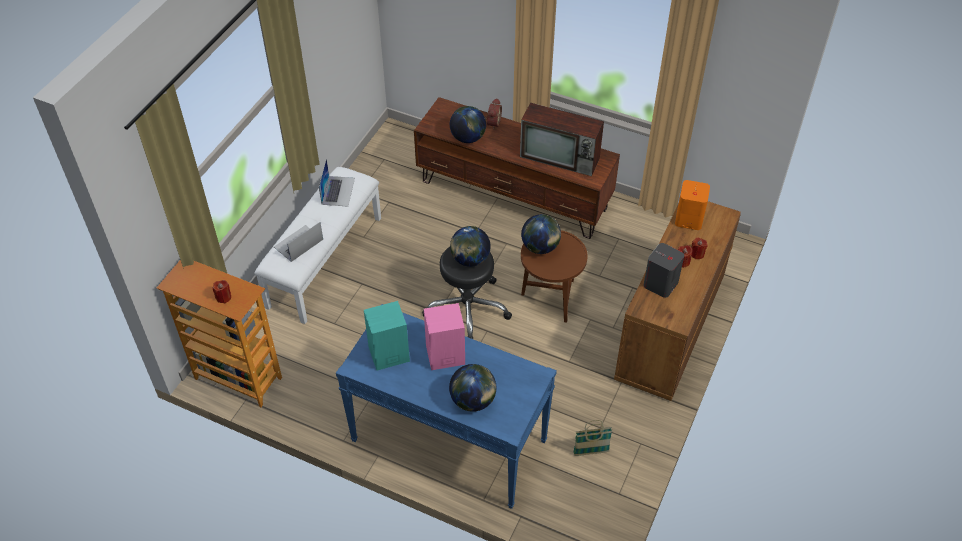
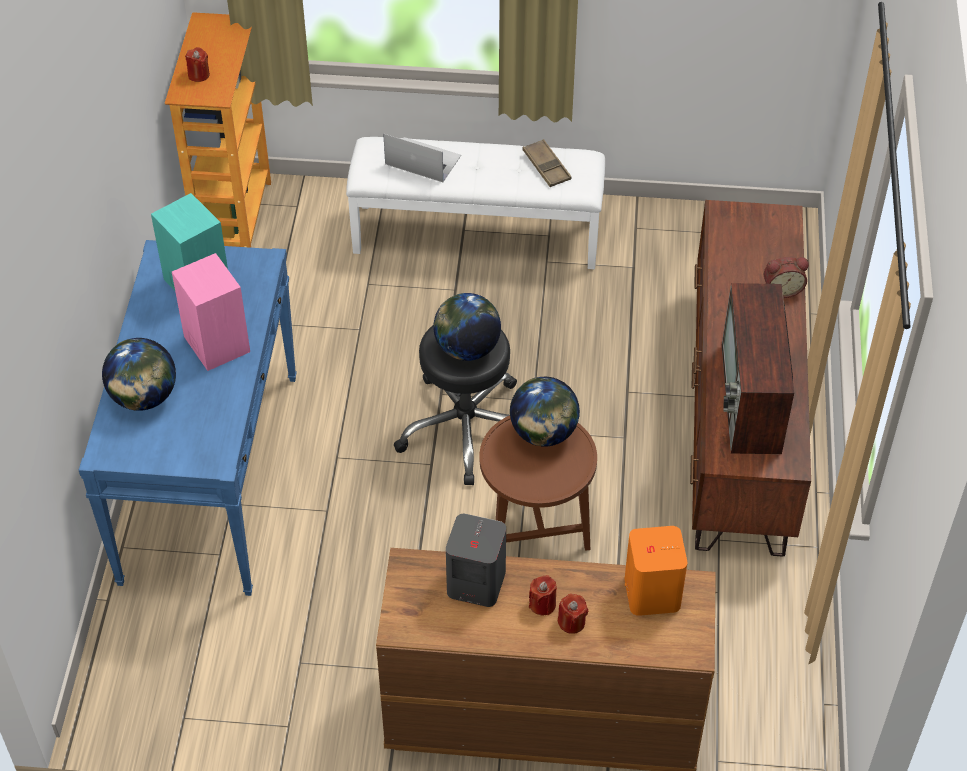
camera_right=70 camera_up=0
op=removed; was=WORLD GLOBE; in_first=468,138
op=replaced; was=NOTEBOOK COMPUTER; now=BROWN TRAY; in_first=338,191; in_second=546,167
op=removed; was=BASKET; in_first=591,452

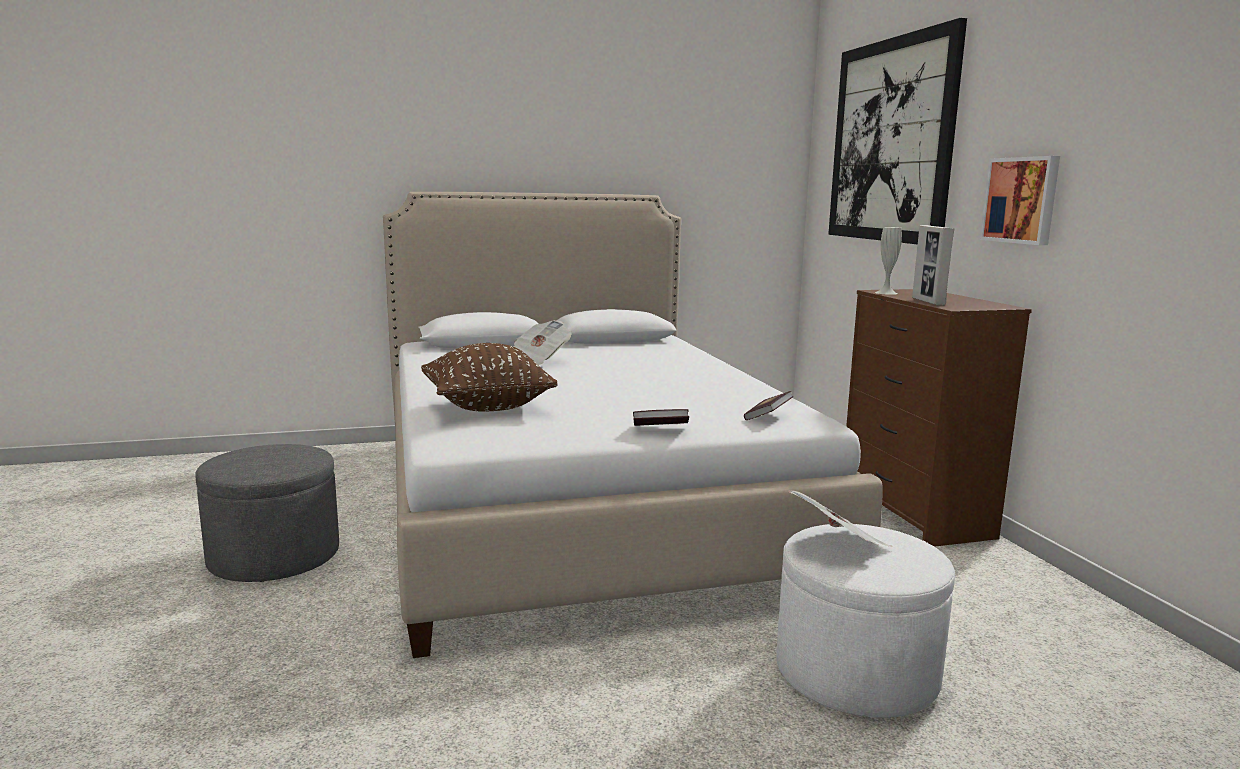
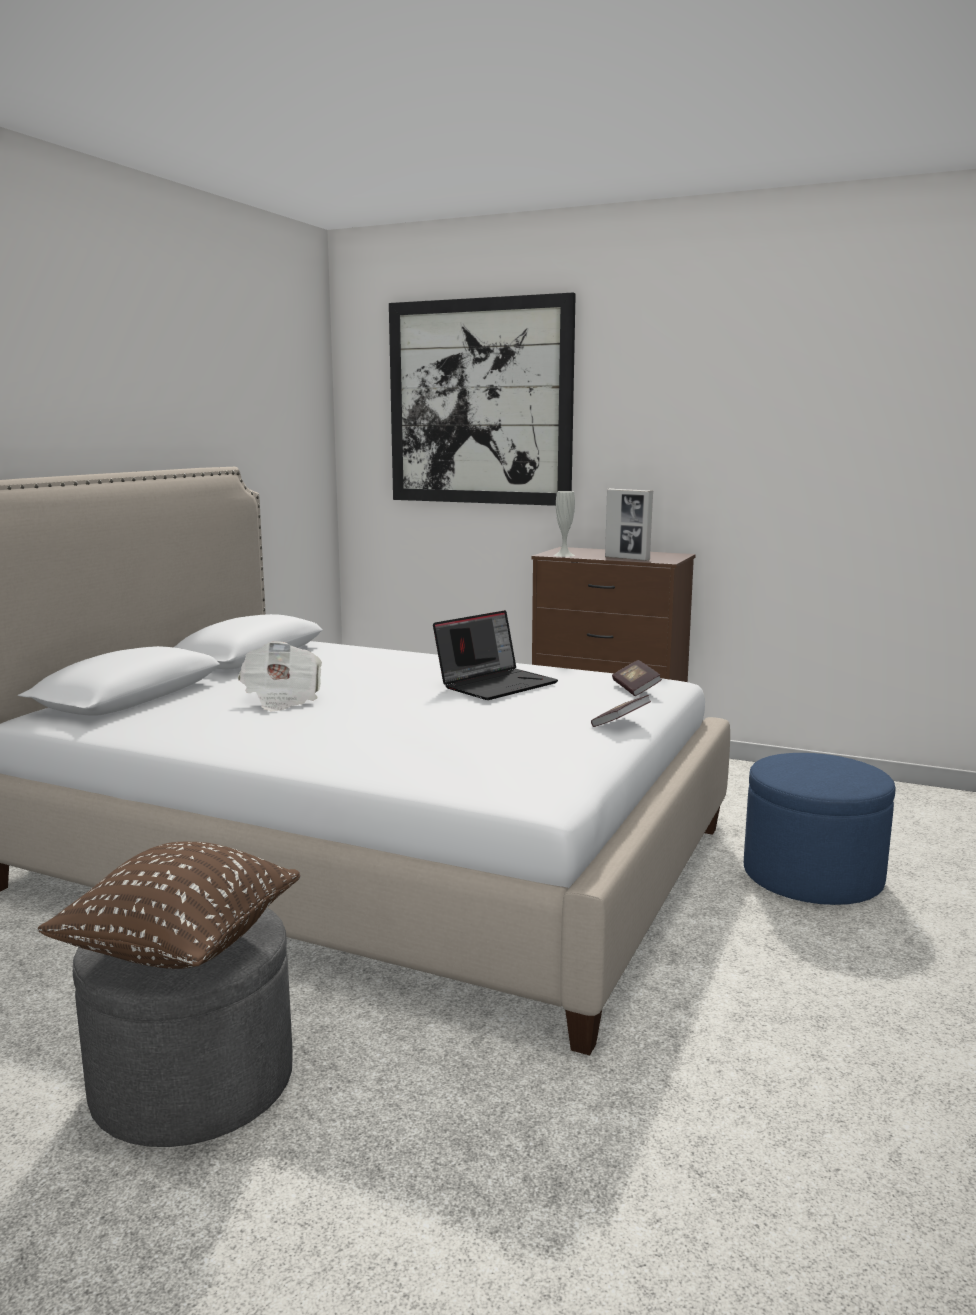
camera_right=-50 camera_up=0
op=removed; was=WALL ART; in_first=1021,200
op=moved; was=BROWN THROW PILLOW; in_first=487,406; in_second=180,948
op=removed; was=DAILY PAPER; in_first=837,545
op=recoloured; was=WHITE POUFFE; now=BLUE-COLOURED POUFFE; in_first=856,673; in_second=812,877
op=added; now=NOTEBOOK COMPUTER; in_second=496,684

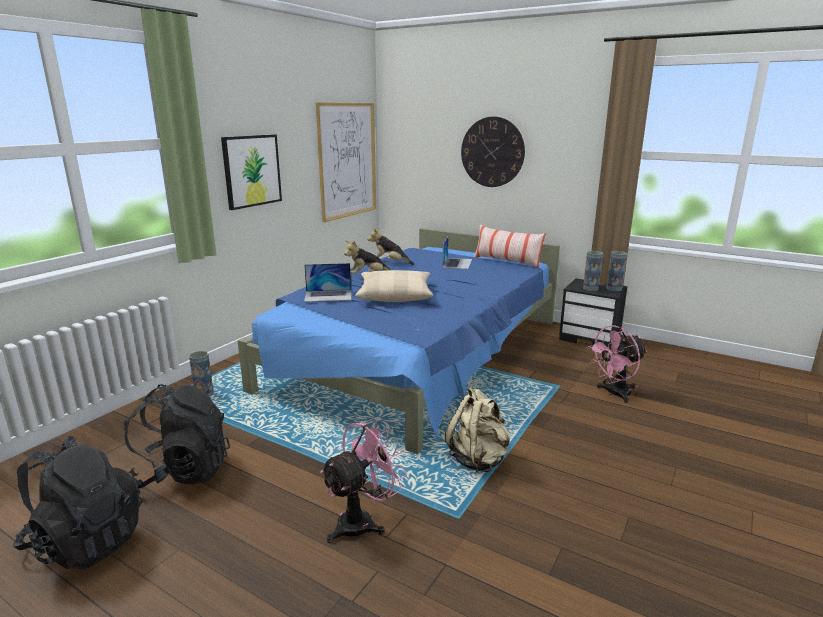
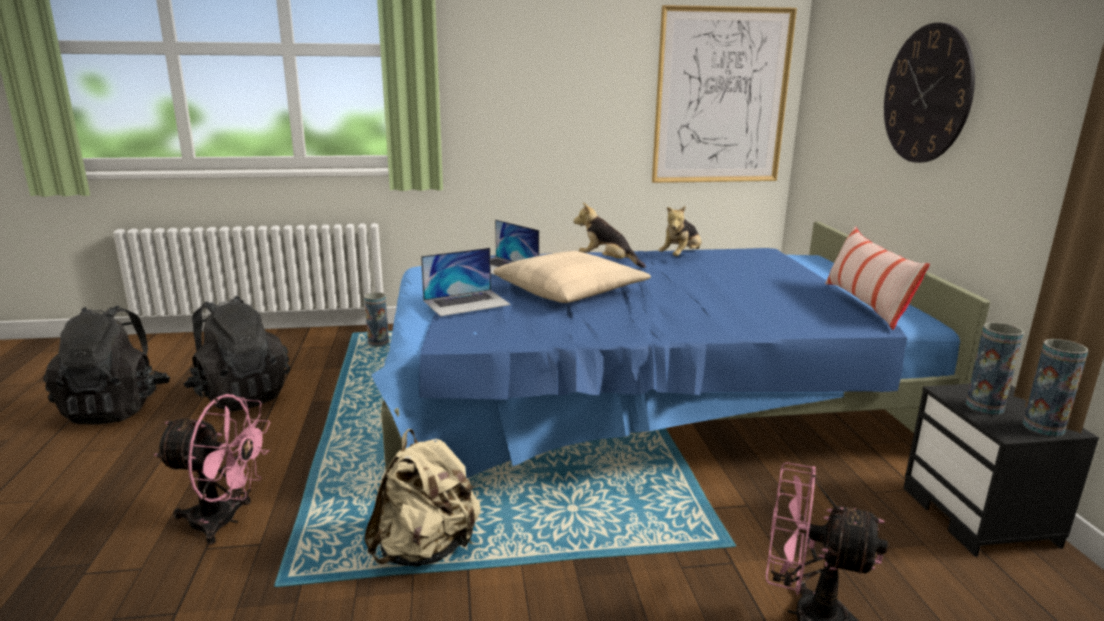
camera_right=50 camera_up=0
op=removed; was=WALL ART; in_first=252,171
op=turned; was=SOFT TOY; in_first=390,263; in_second=681,256; clockwise=-120
op=moved; was=NOTEBOOK COMPUTER; in_first=457,263; in_second=467,302

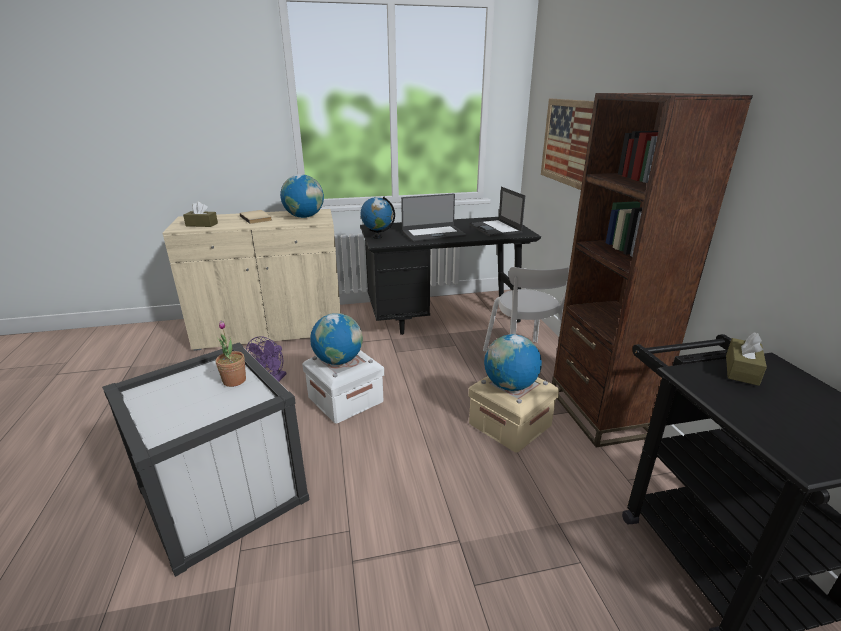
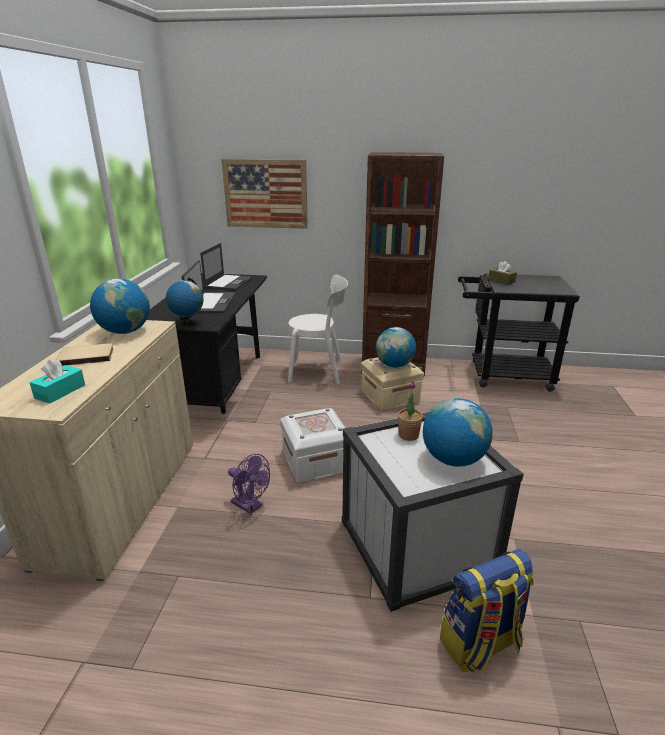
camera_right=-70 camera_up=0
op=turned; was=NOTEBOOK COMPUTER; in_first=495,229; in_second=229,283; clockwise=-75
op=recoloured; was=BROWN TISSUE BOX; now=TURQUOISE-COLOURED TISSUE BOX; in_first=202,224; in_second=60,391
op=moved; was=WORLD GLOBE; in_first=338,360; in_second=453,459
op=added; now=BACKPACK; in_second=480,644

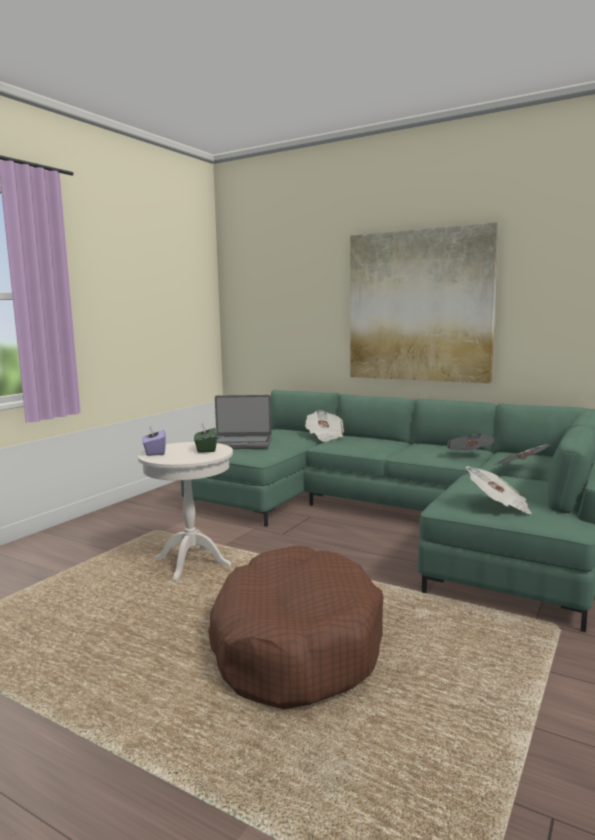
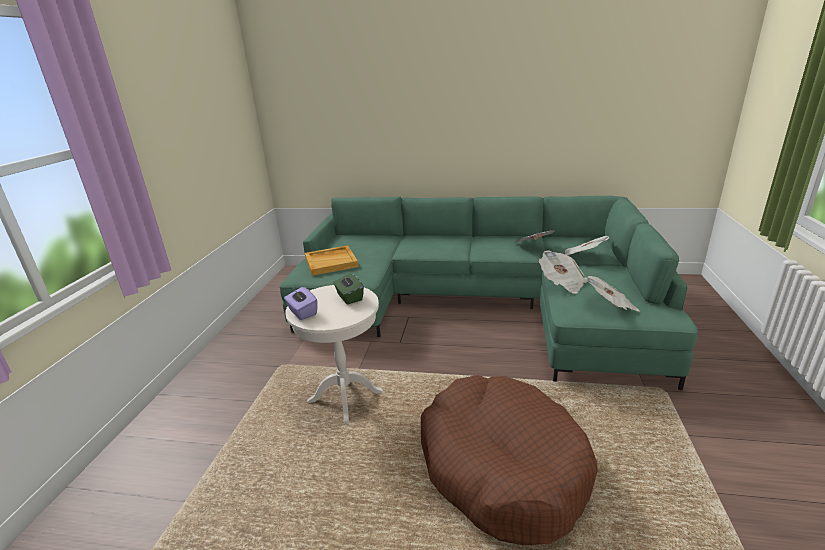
camera_right=-20 camera_up=15
op=removed; was=WALL ART; in_first=419,306
op=replaced; was=NOTEBOOK COMPUTER; now=BEIGE-COLOURED TRAY; in_first=241,444; in_second=331,262
op=moved; was=DAILY PAPER; in_first=324,437; in_second=562,283

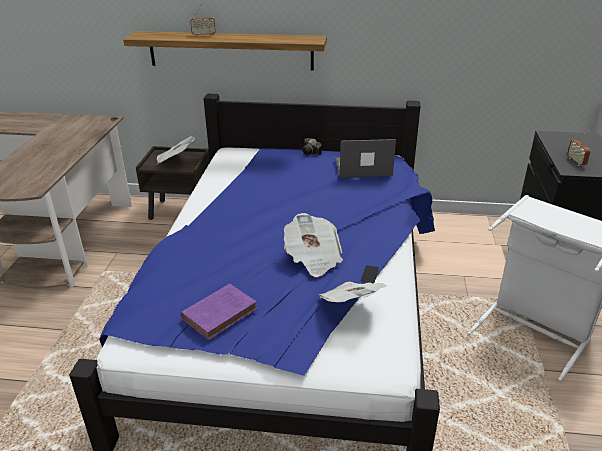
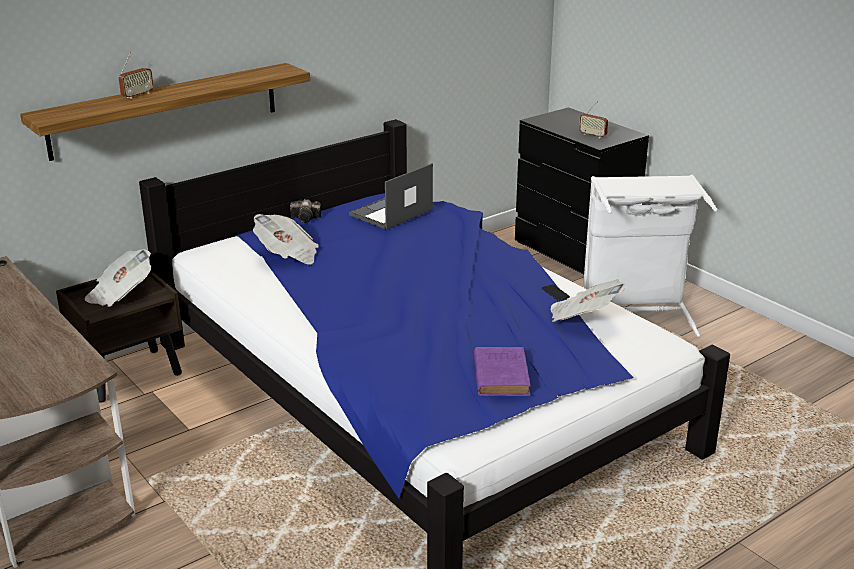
camera_right=-45 camera_up=-5
op=moved; was=DAILY PAPER; in_first=313,258; in_second=287,255

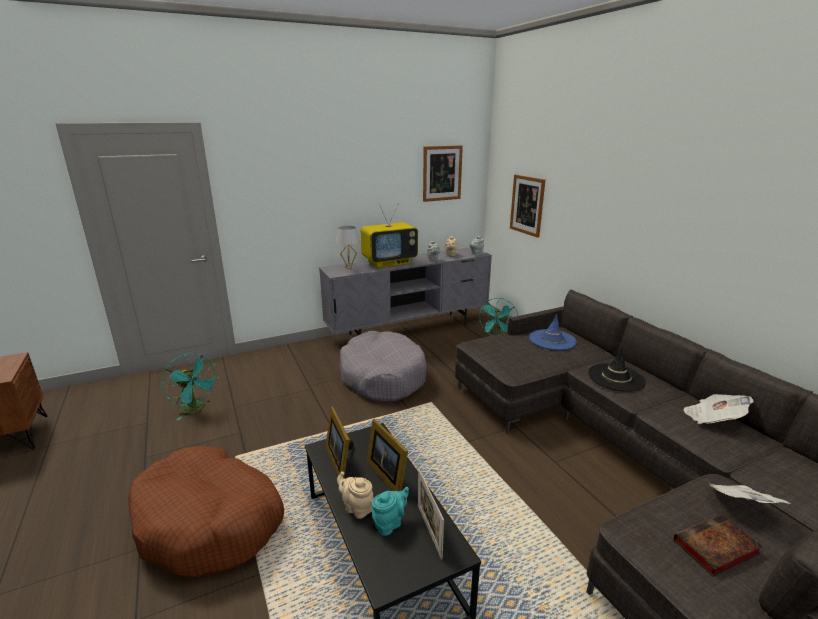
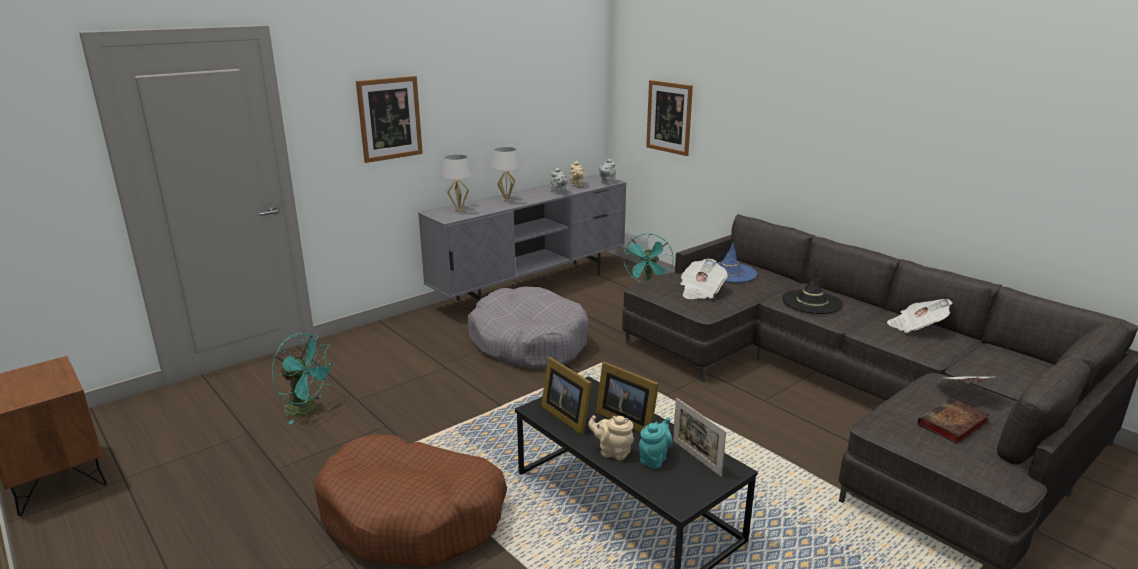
camera_right=-15 camera_up=0
op=moved; was=WALL ART; in_first=442,173; in_second=390,118
op=replaced; was=TV; now=WHITE TABLETOP LAMP; in_first=389,262; in_second=507,200
op=added; now=DAILY PAPER; in_second=700,291

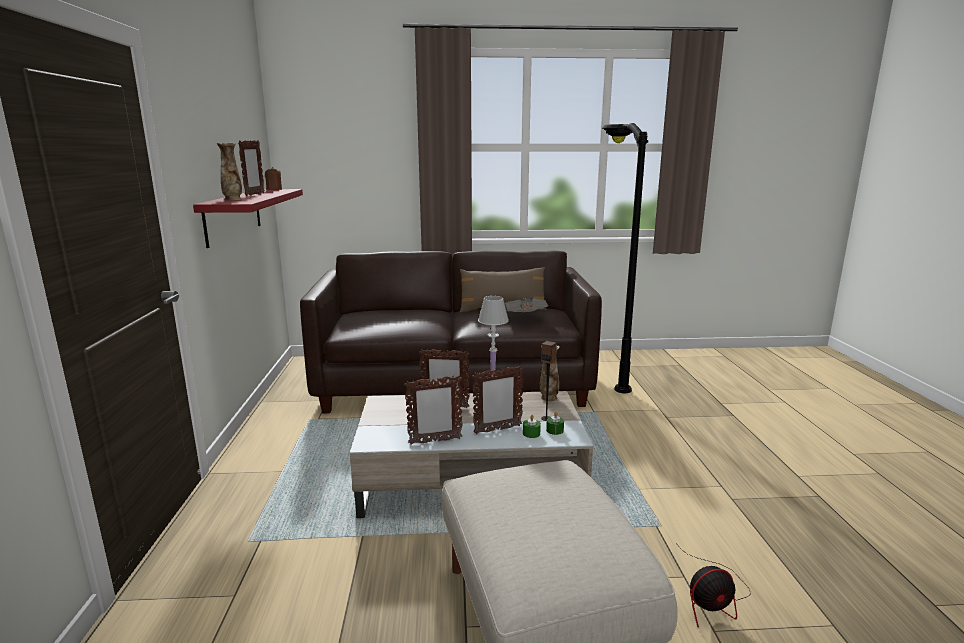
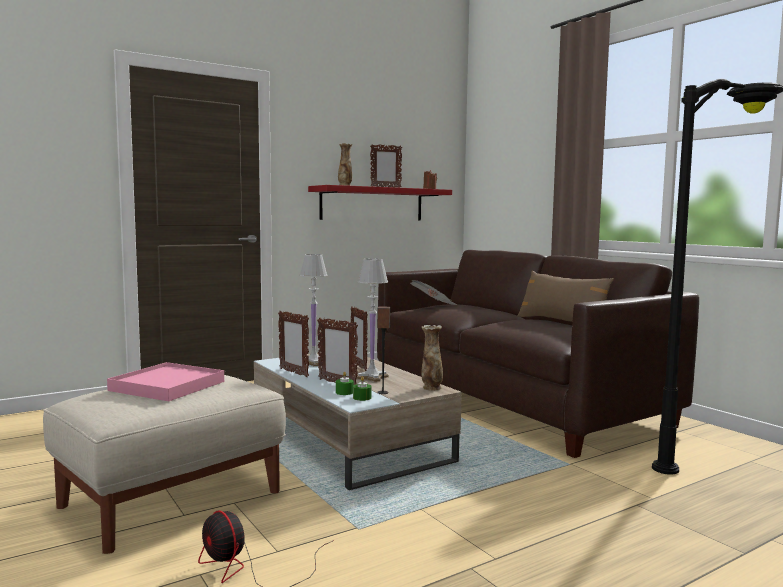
camera_right=60 camera_up=-10
op=moved; was=DAILY PAPER; in_first=525,318; in_second=433,305
op=added; now=WHITE TABLETOP LAMP; in_second=313,362
op=added; now=PINK-COLOURED TRAY; in_second=167,386

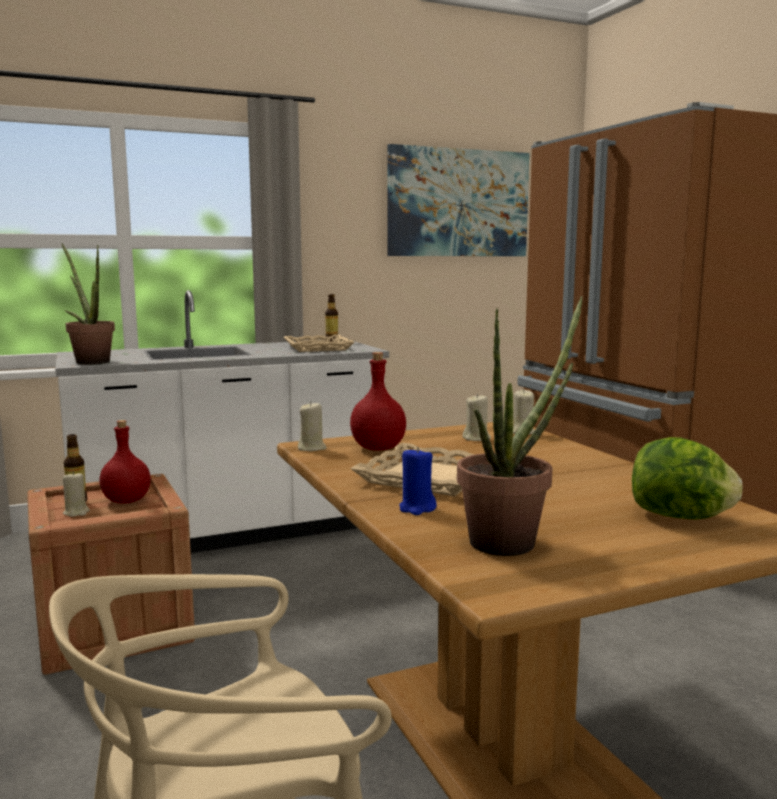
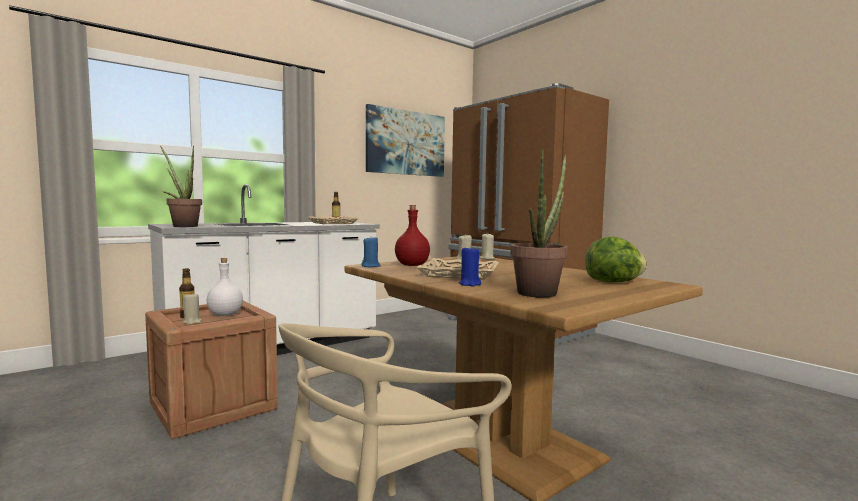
camera_right=-15 camera_up=-5
op=recoloured; was=BEIGE-COLOURED CANDLE; now=BLUE-COLOURED CANDLE; in_first=312,448; in_second=371,266
op=recoloured; was=RED DRINK BOTTLE; now=WHITE DRINK BOTTLE; in_first=127,500; in_second=226,314

